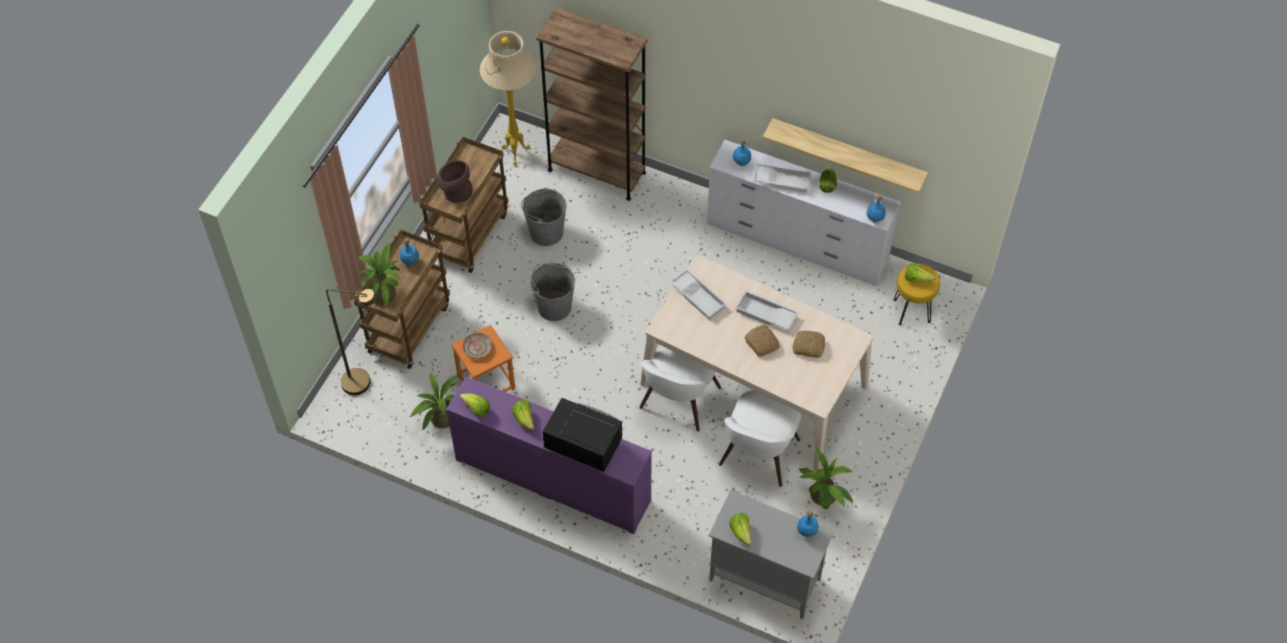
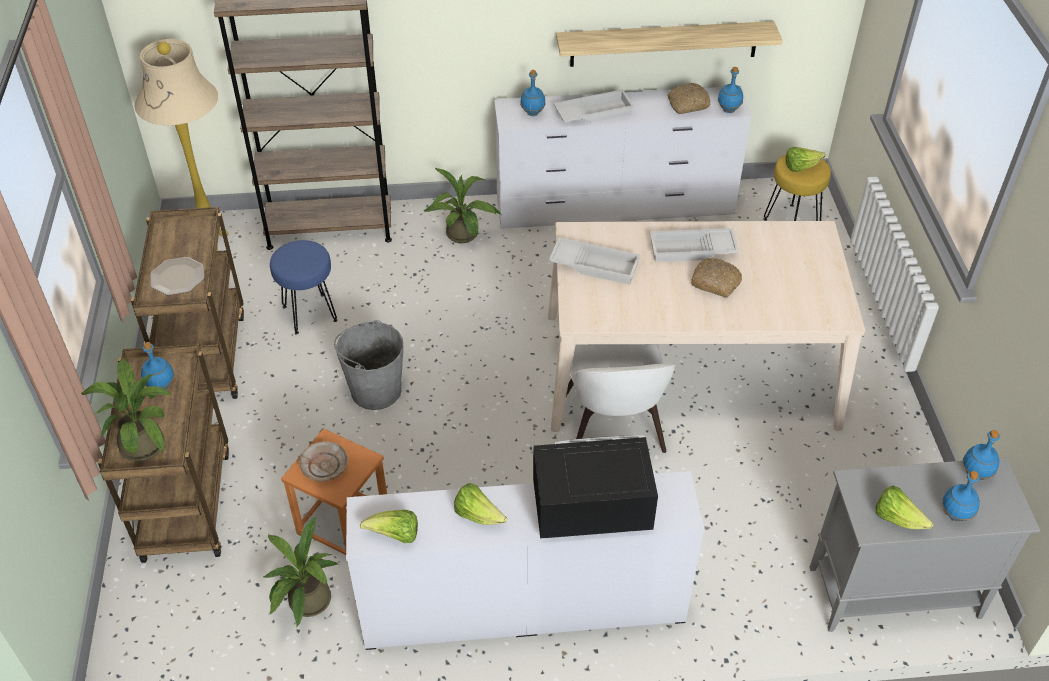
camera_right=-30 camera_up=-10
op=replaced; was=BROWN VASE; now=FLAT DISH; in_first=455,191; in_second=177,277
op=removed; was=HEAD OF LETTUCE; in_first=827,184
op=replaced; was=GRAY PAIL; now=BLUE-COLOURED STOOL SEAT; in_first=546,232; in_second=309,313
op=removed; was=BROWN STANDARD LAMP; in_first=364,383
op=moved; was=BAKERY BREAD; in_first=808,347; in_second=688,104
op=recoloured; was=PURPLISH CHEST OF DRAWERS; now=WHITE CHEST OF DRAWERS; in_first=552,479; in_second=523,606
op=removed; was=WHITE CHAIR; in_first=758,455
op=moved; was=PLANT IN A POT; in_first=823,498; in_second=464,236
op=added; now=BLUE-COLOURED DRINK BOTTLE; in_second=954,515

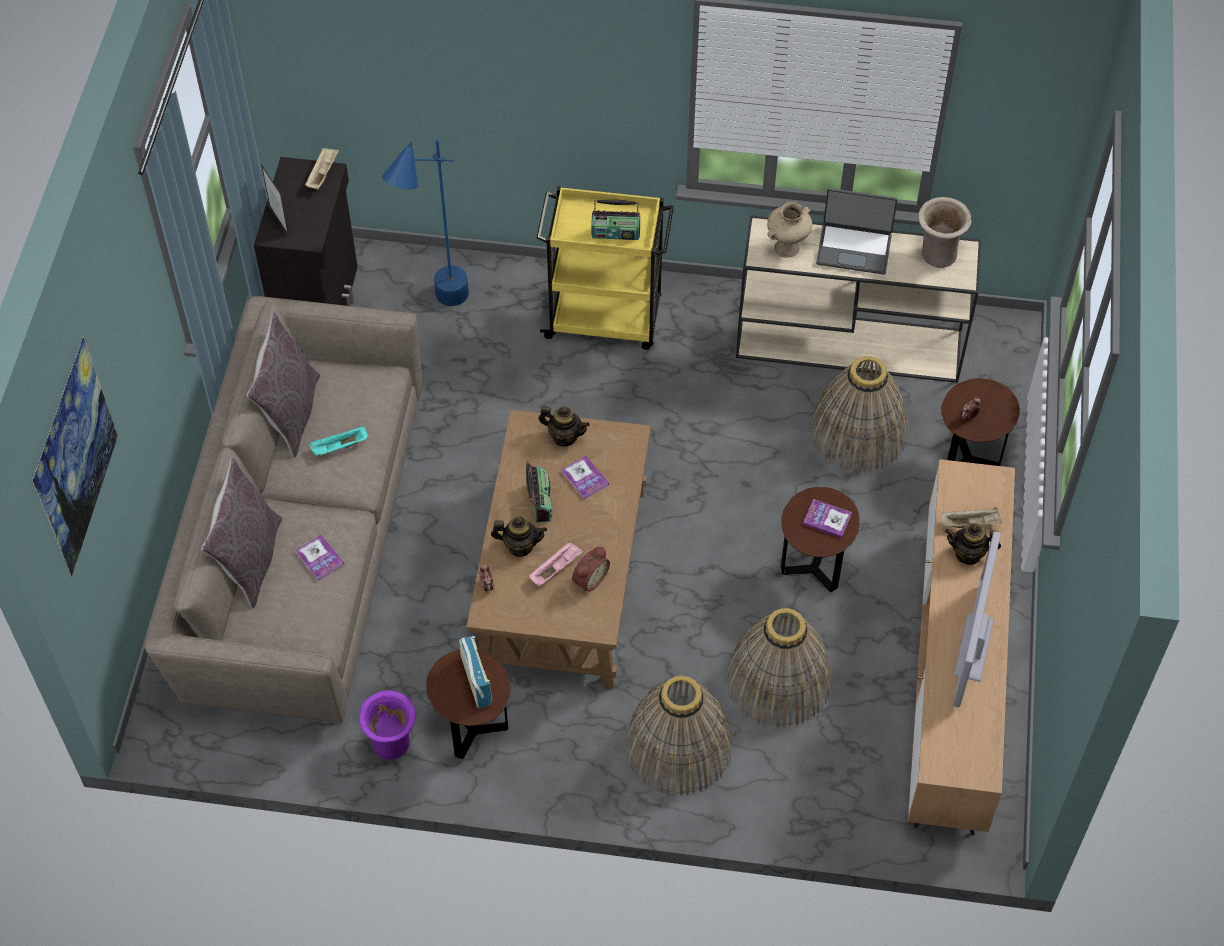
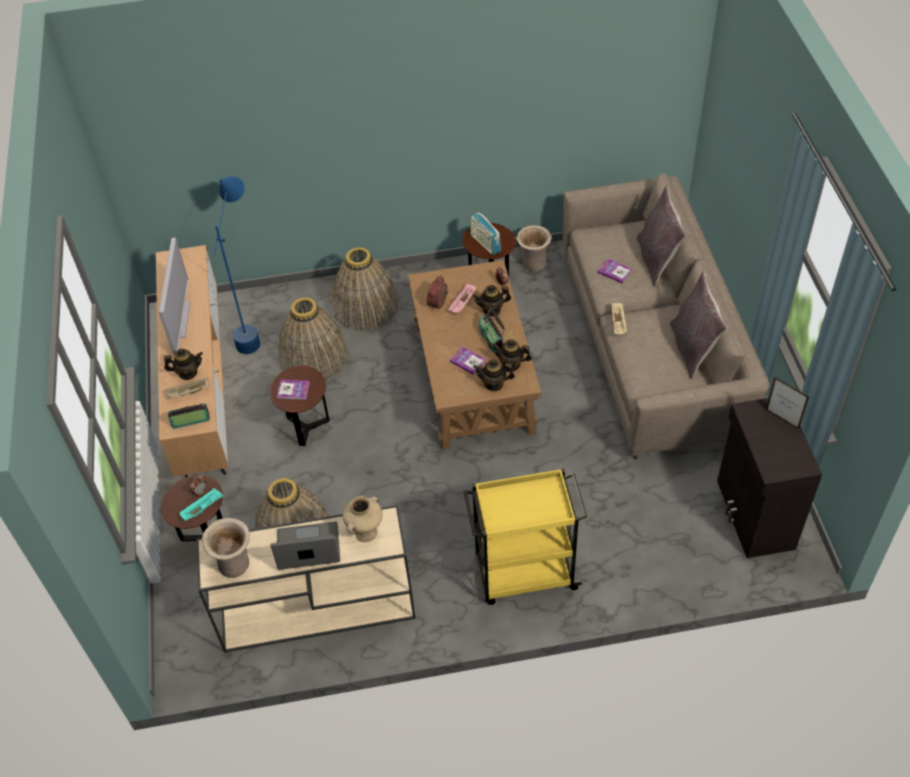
camera_right=165 camera_up=-5
op=moved; was=BLUE-COLOURED STANDARD LAMP; in_first=437,312; in_second=254,329
op=moved; was=BEIGE-COLOURED TRAY; in_first=323,174; in_second=618,323
op=moved; was=RADIO; in_first=615,232; in_second=191,421
op=removed; was=WALL ART; in_first=86,481
op=moved; was=TURQUOISE-COLOURED TRAY; in_first=339,447; in_second=203,508
op=recoloured; was=PURPLISH VASE; now=BEIGE-COLOURED VASE; in_first=393,743; in_second=533,264
op=added; now=TEA POT; in_second=511,364

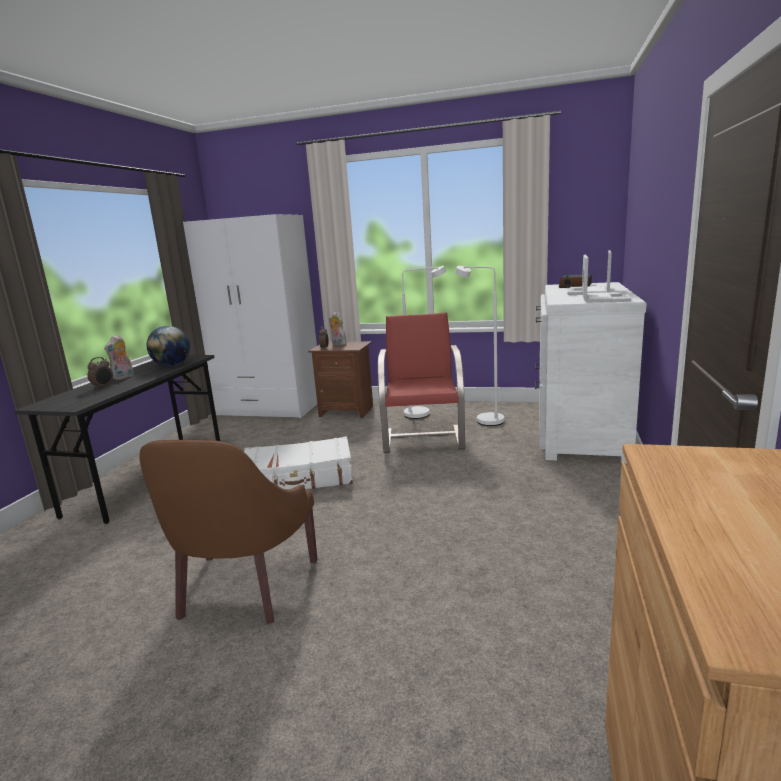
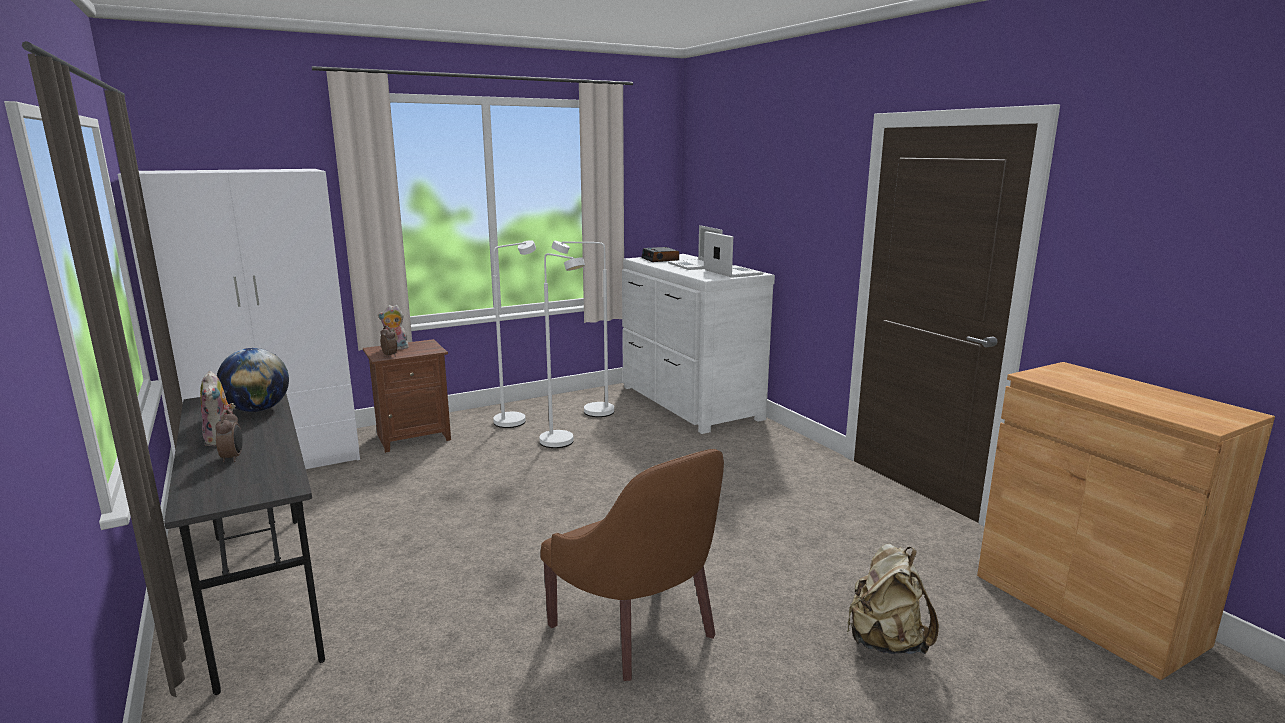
camera_right=-45 camera_up=0
op=replaced; was=RED EASY CHAIR; now=WHITE STANDARD LAMP; in_first=423,439; in_second=562,444
op=removed; was=WHITE PIECE OF LUGGAGE; in_first=299,478
op=added; now=BEIGE-COLOURED BACKPACK; in_second=885,642

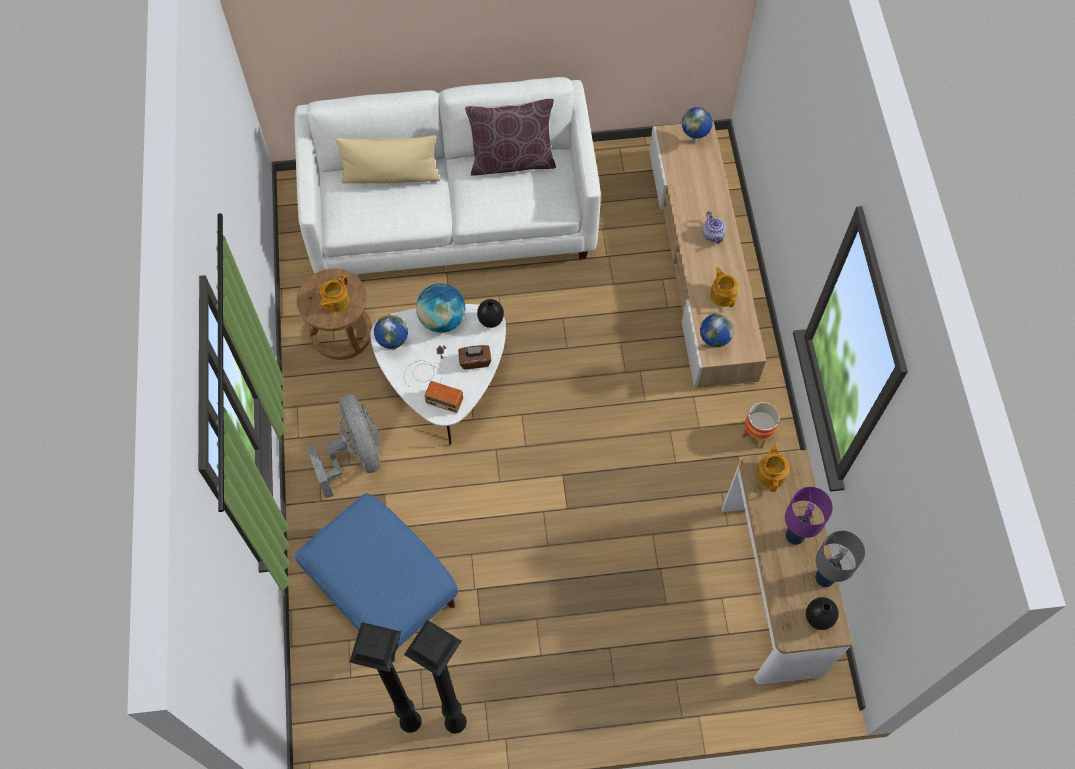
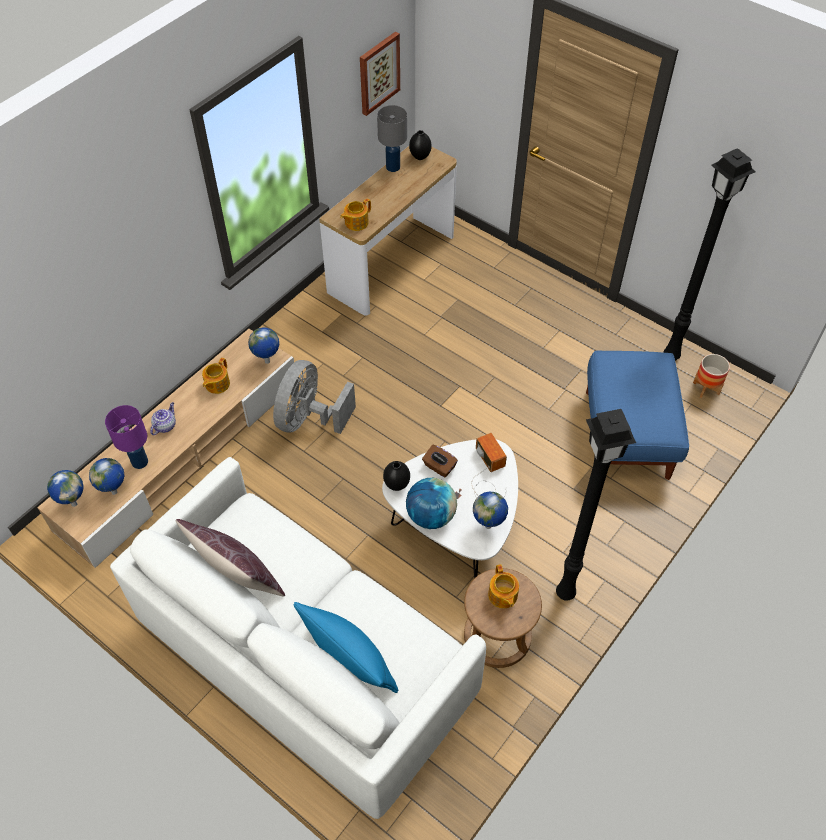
camera_right=-135 camera_up=-10
op=recoloured; was=BEIGE-COLOURED THROW PILLOW; now=BLUE-COLOURED THROW PILLOW; in_first=391,176; in_second=349,658
op=turned; was=TEA POT; in_first=335,301; in_second=502,596; clockwise=90
op=moved; was=GRAY ELECTRIC FAN; in_first=355,456; in_second=309,419
op=moved; was=PLANTER; in_first=757,433; in_second=706,388
op=moved; was=PURPLISH TABLETOP LAMP; in_first=795,536; in_second=140,461
op=moved; was=BLACKISH STANDARD LAMP; in_first=455,721; in_second=564,594
op=added; now=WALL ART; in_second=378,73
op=added; now=WORLD GLOBE; in_second=115,492

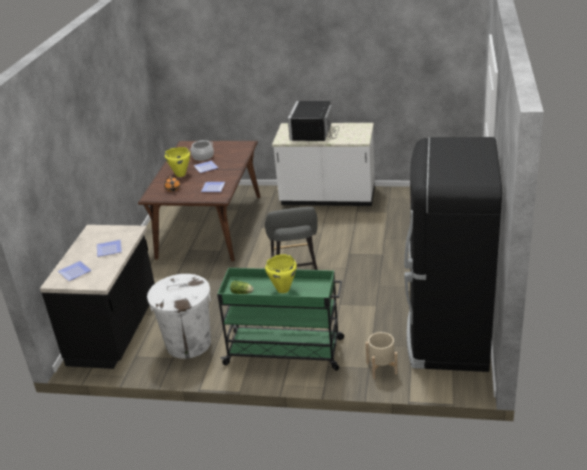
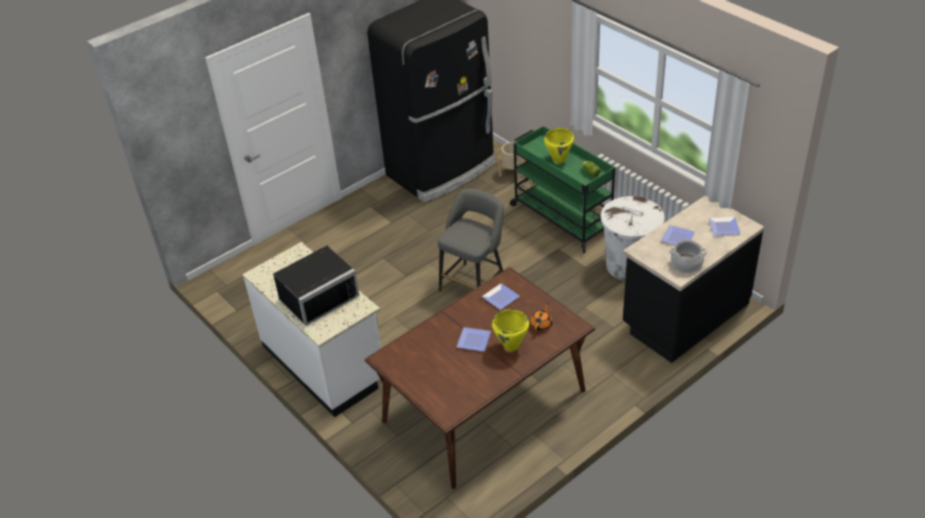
camera_right=-140 camera_up=10
op=moved; was=COOKING POT; in_first=203,156; in_second=686,264

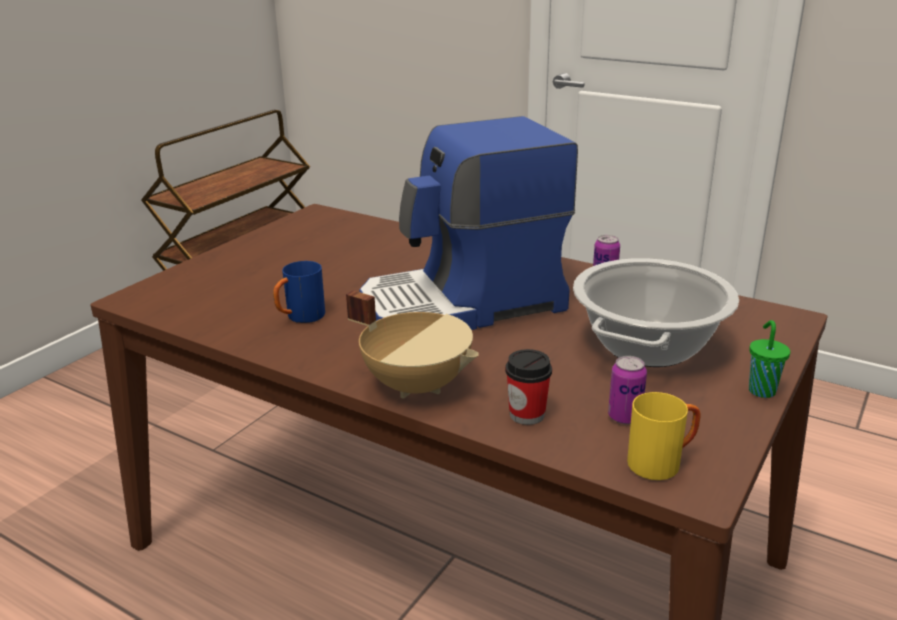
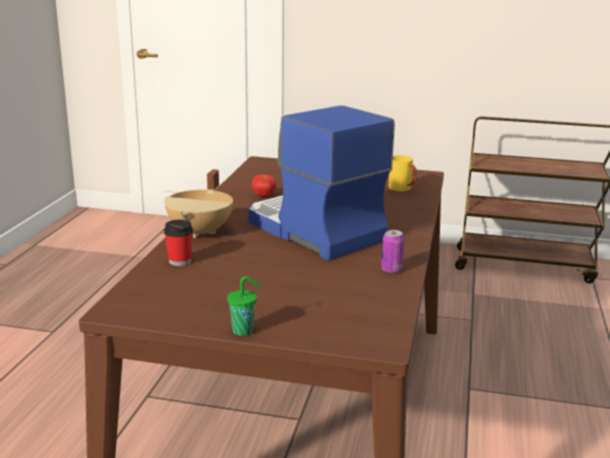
camera_right=70 camera_up=-5
op=removed; was=COOKING POT; in_first=648,346
op=replaced; was=BLUE-COLOURED TEA MUG; now=TOMATO; in_first=300,318; in_second=264,196
op=removed; was=CAN; in_first=624,417
op=moved; was=YELLOWISH TEA MUG; in_first=662,463; in_second=403,189

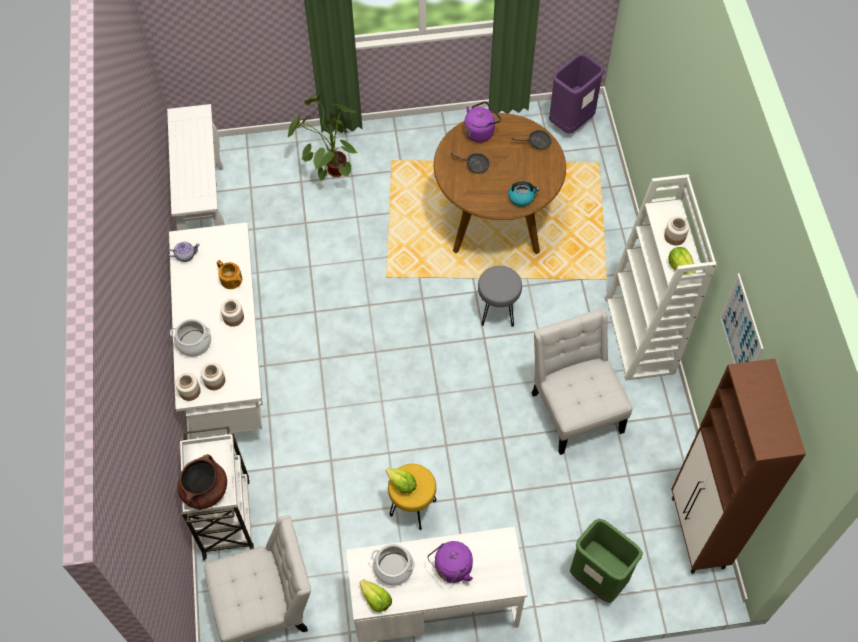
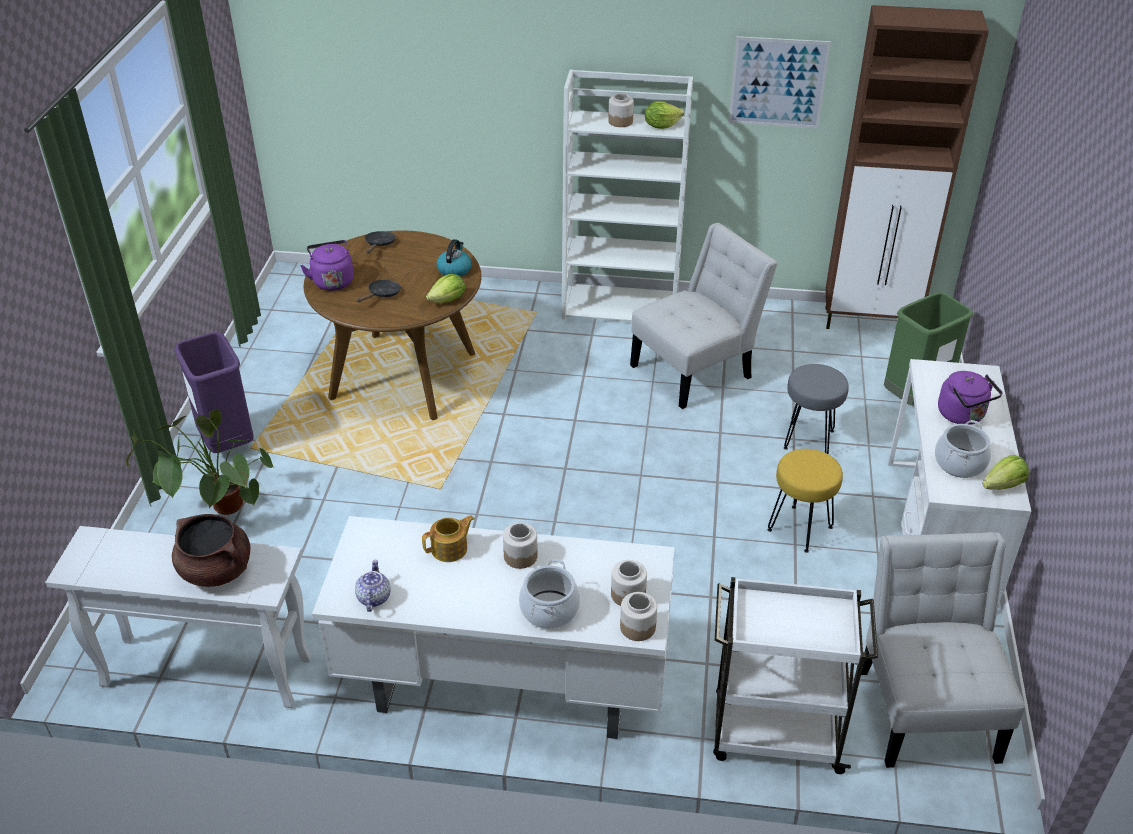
camera_right=-75 camera_up=-20
op=moved; was=PURPLISH TRASH CAN; in_first=571,122; in_second=227,442
op=moved; was=GRAY STOOL SEAT; in_first=497,312; in_second=809,440
op=turned; was=WHITE CHAIR; in_first=575,407; in_second=696,369; clockwise=150
op=moved; was=BROWN COOKING POT; in_first=205,491; in_second=216,570
op=moved; was=HEAD OF LETTUCE; in_first=402,484; in_second=448,300

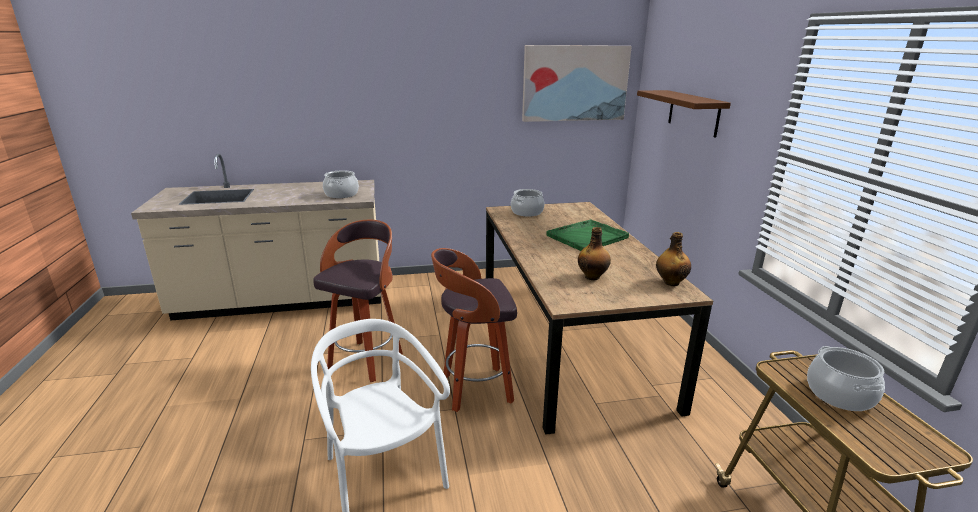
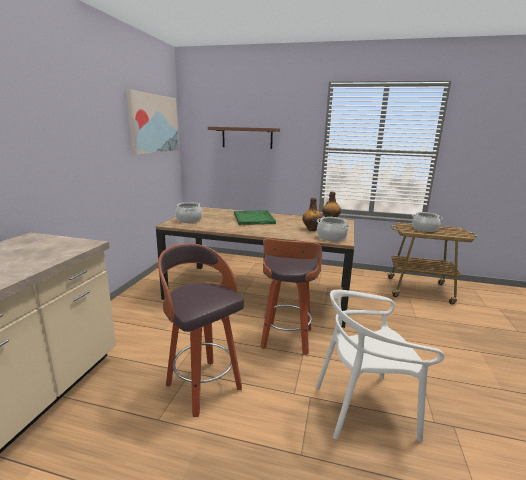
camera_right=-65 camera_up=-5
op=moved; was=COOKING POT; in_first=341,194; in_second=331,238

